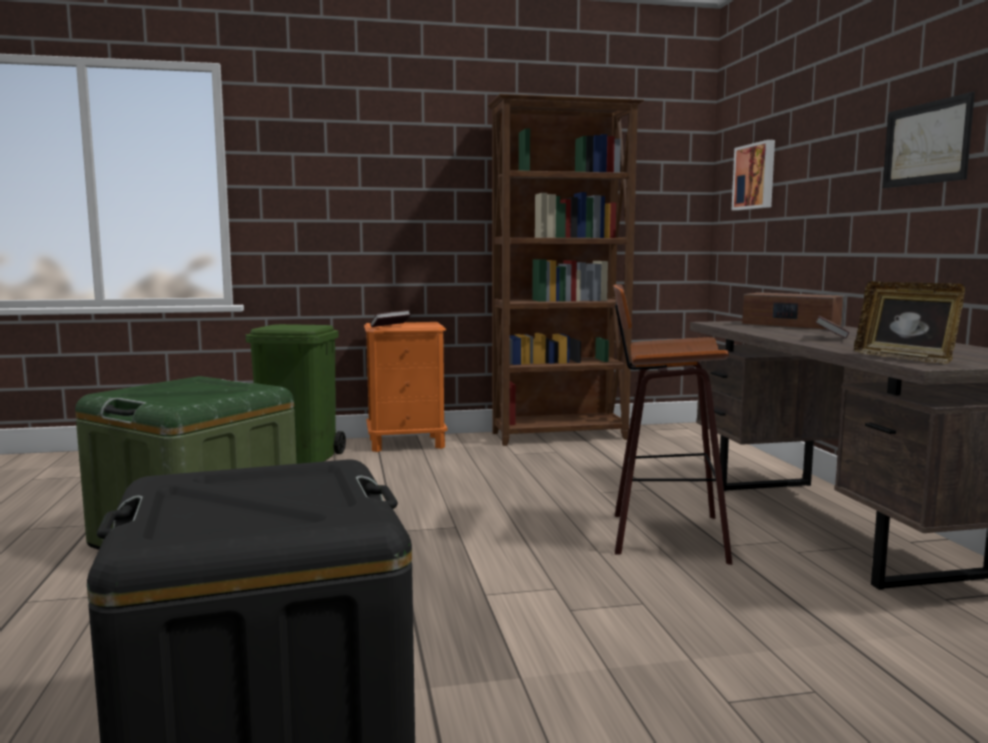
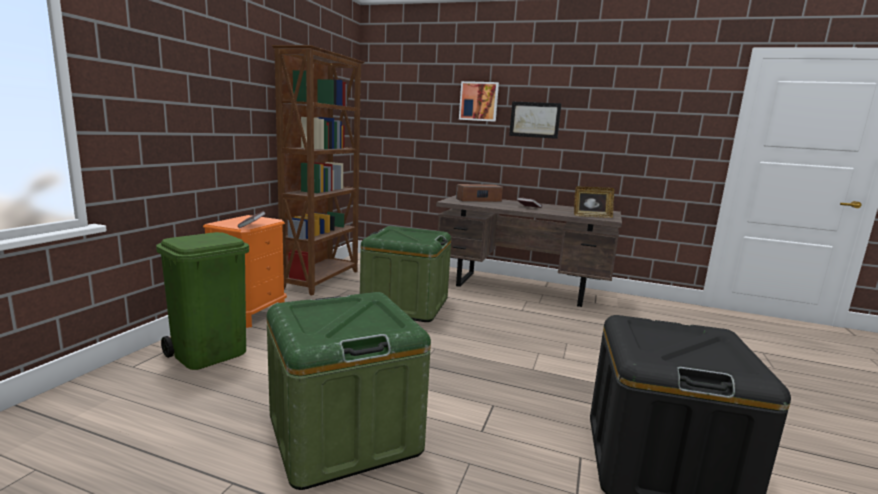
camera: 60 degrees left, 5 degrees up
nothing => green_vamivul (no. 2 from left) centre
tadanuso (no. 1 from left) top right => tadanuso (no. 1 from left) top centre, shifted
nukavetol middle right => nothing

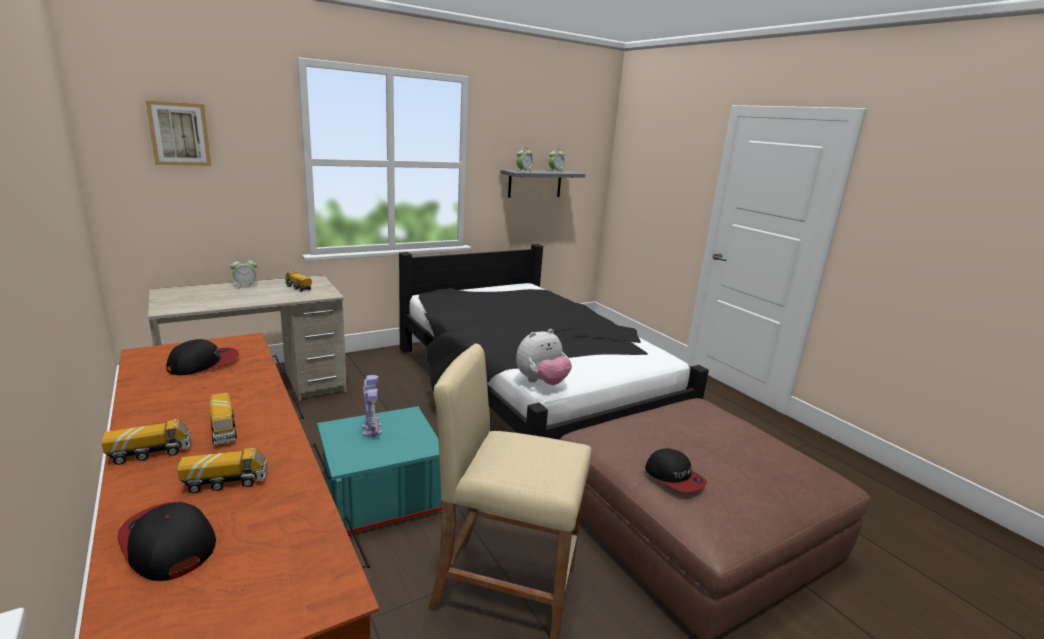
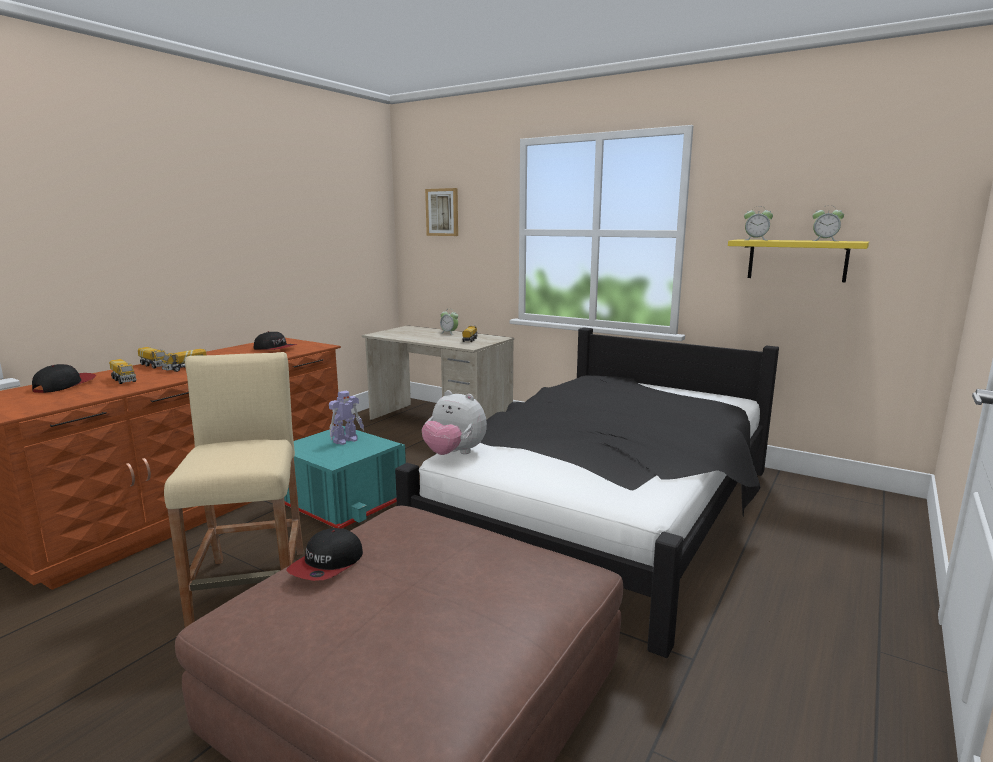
camera: 65 degrees right, 5 degrees down
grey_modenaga top centre => yellow_modenaga middle right

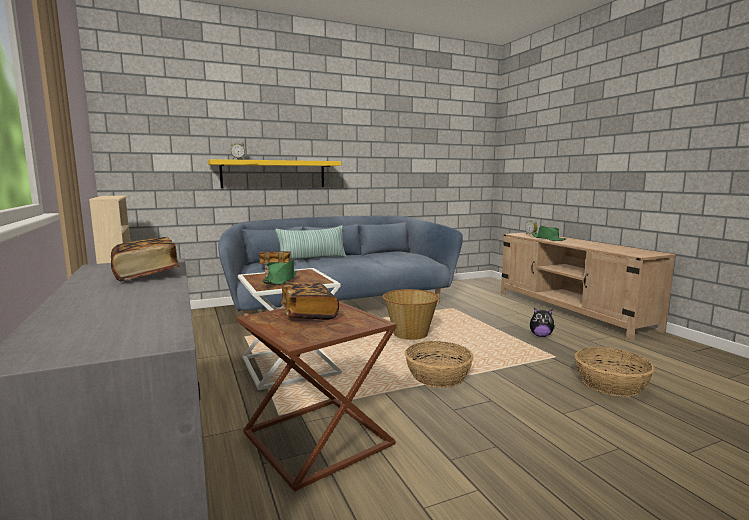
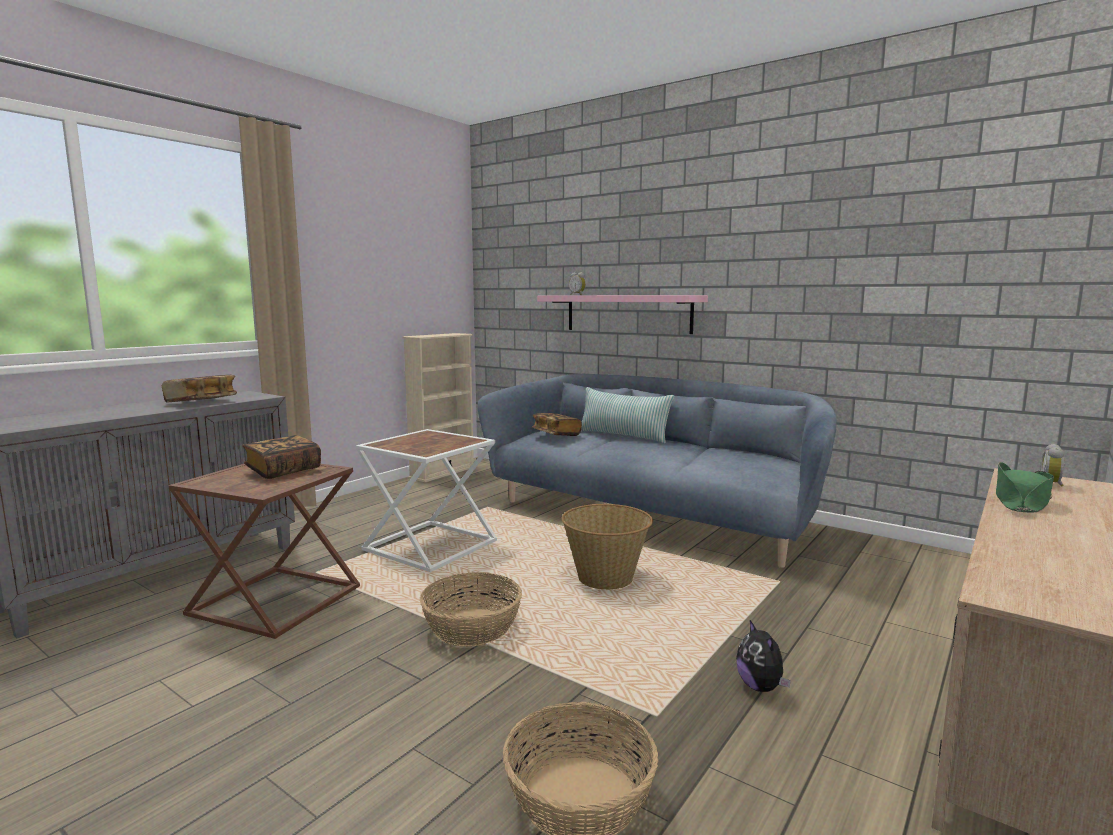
camera: 60 degrees right, 0 degrees up
yellow_modenaga top centre => pink_modenaga centre
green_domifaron (no. 1 from left) centre => nothing

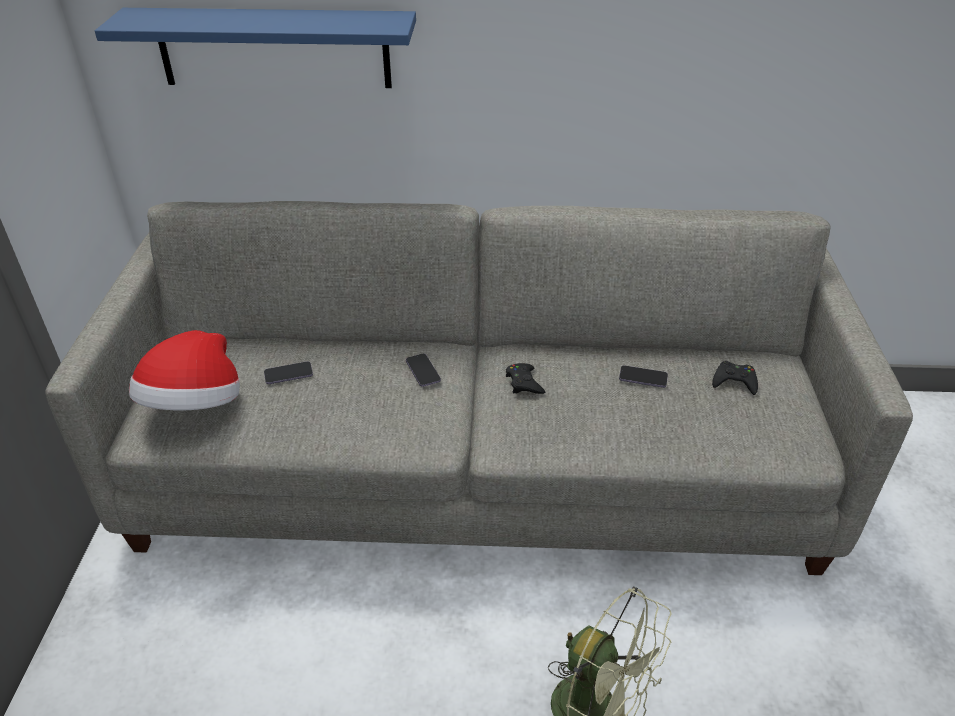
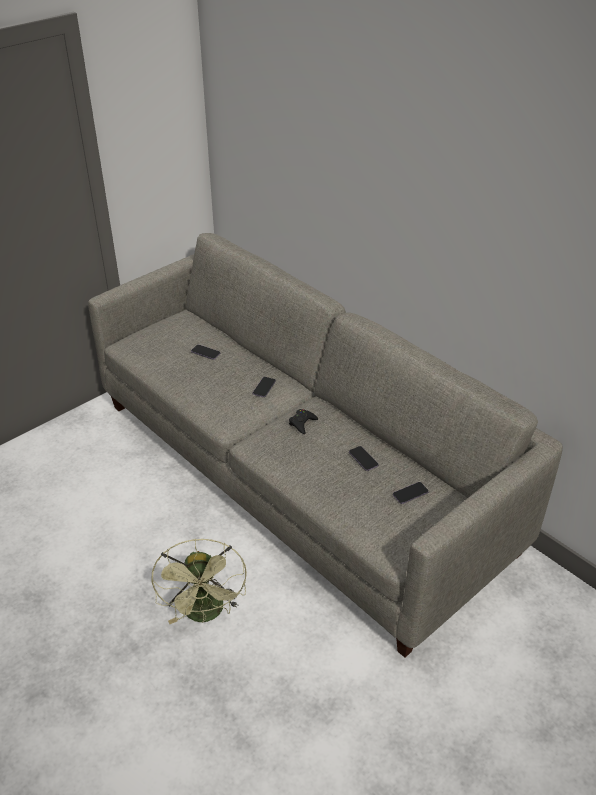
camera: 45 degrees right, 0 degrees up
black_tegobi (no. 2 from left) middle right => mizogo (no. 4 from left) middle right
blue_modenaga top left => nothing
domifaron middle left => nothing

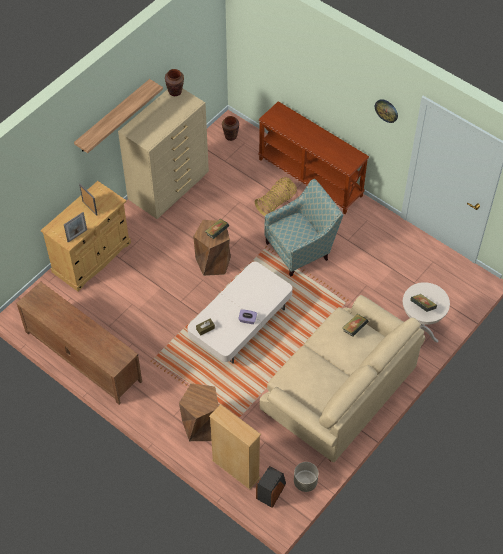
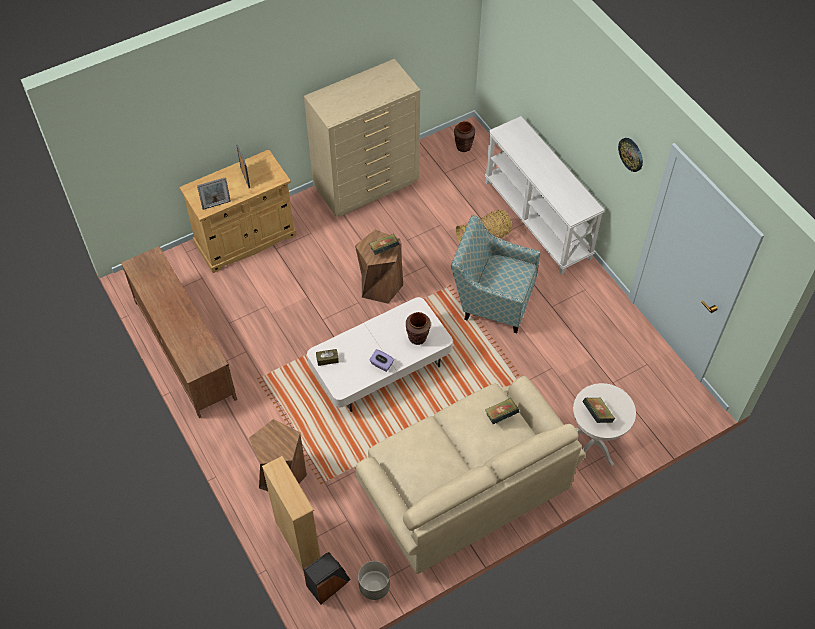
camera: 20 degrees right, 0 degrees up
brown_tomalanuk (no. 1 from left) top centre => brown_tomalanuk (no. 1 from left) centre, shifted
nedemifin centre, 150 degrees counterclockwise
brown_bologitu top centre => white_bologitu top right
modenaga top left => nothing

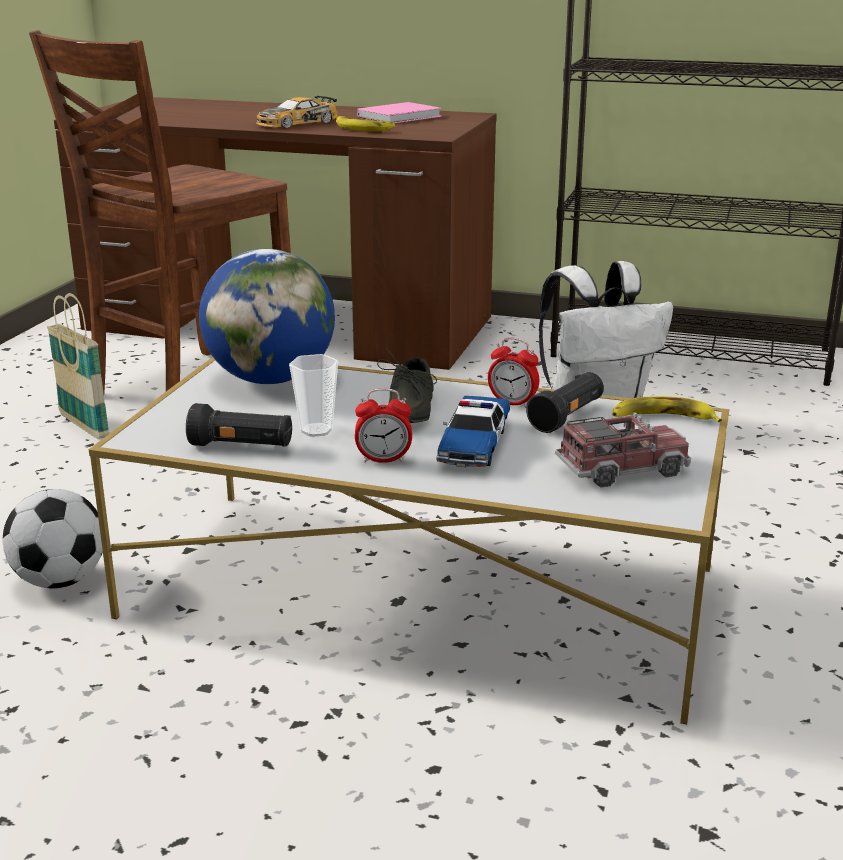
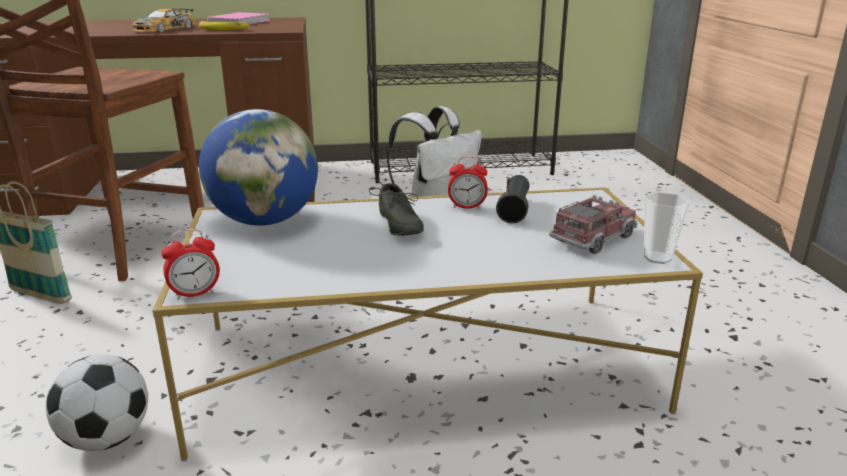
camera: 25 degrees left, 0 degrees up
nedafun (no. 1 from left) centre => nedafun (no. 1 from left) middle left, shifted
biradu centre => biradu middle right, shifted
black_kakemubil (no. 1 from left) middle left => nothing
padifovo (no. 2 from left) centre => nothing
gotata (no. 2 from left) middle right => nothing

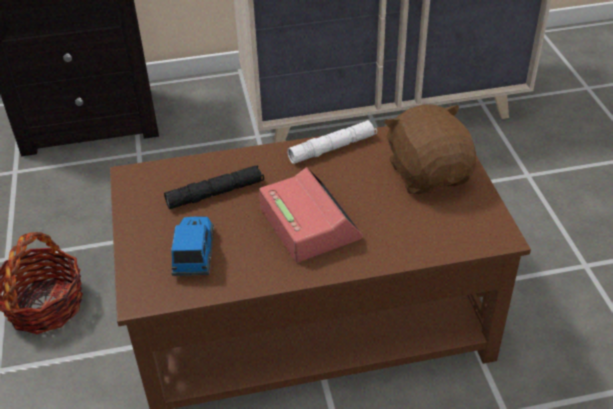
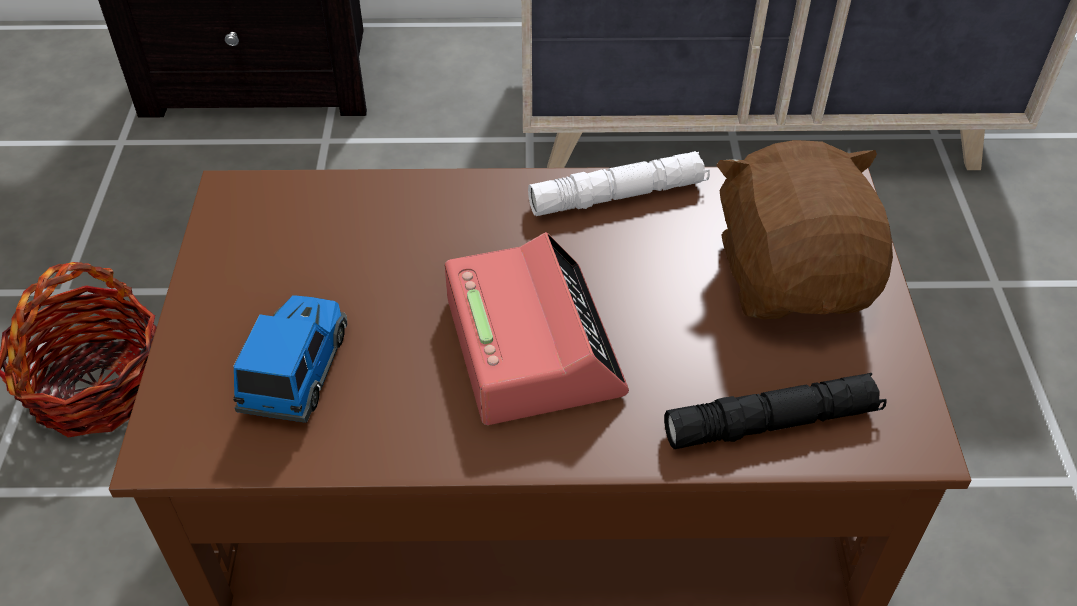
camera: 10 degrees right, 5 degrees up
black_kakemubil centre => black_kakemubil bottom right, shifted

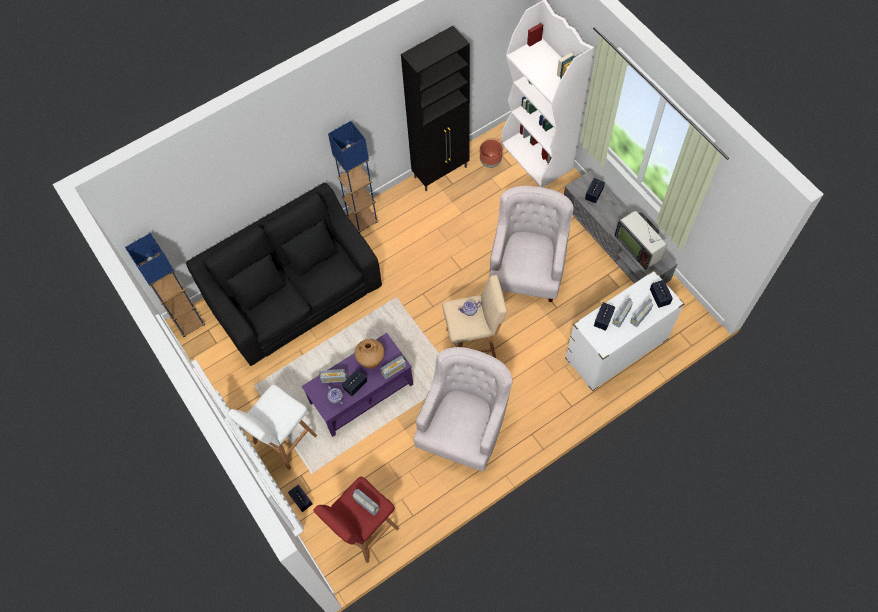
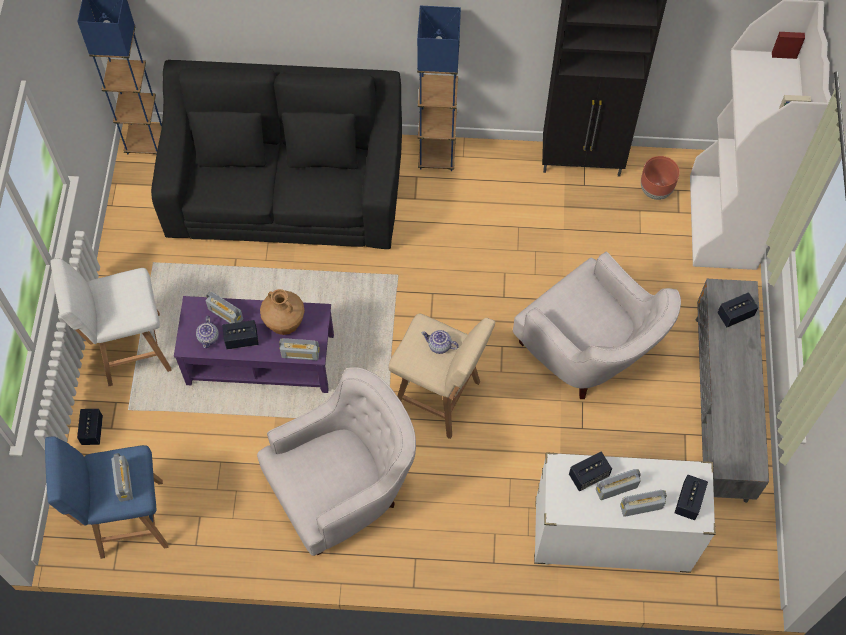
camera: 35 degrees right, 0 degrees up
red_nukavetol bottom centre => blue_nukavetol bottom left
white_nedemifin (no. 2 from left) centre => white_nedemifin (no. 2 from left) middle right, 90 degrees clockwise
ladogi middle right => nothing

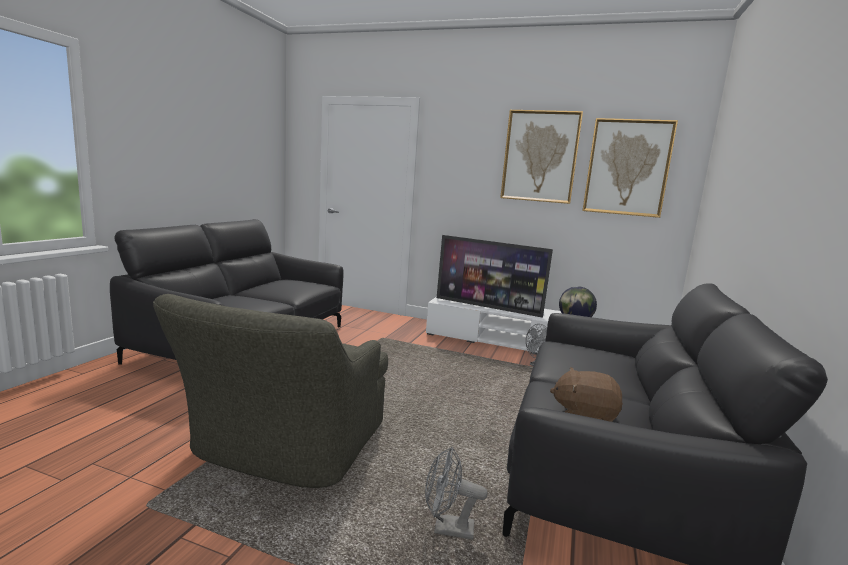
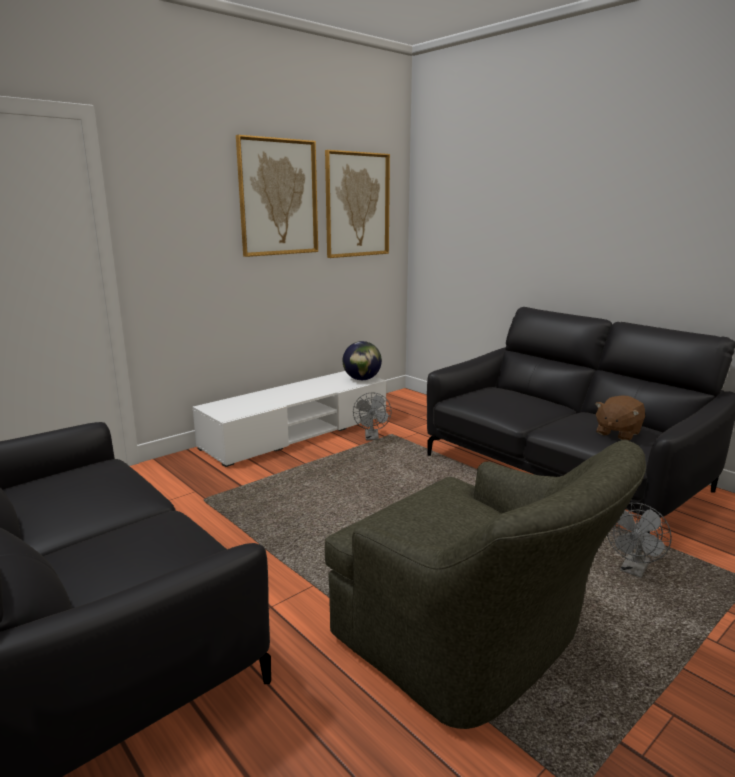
camera: 60 degrees left, 5 degrees up
ladogi centre => nothing

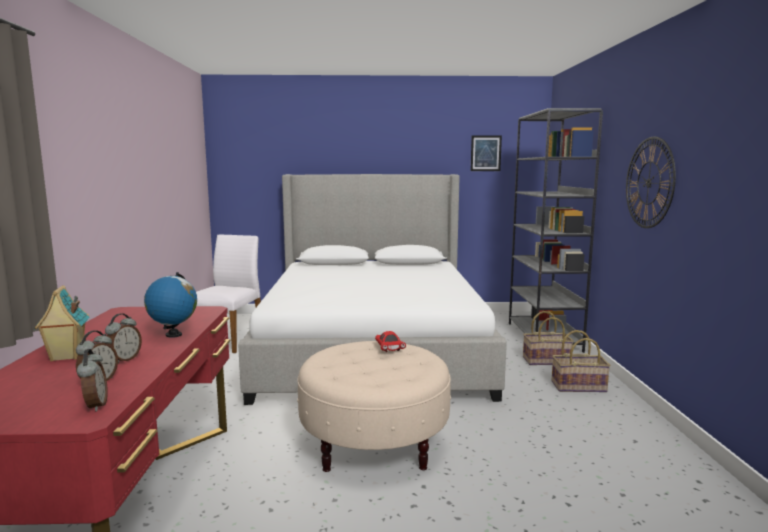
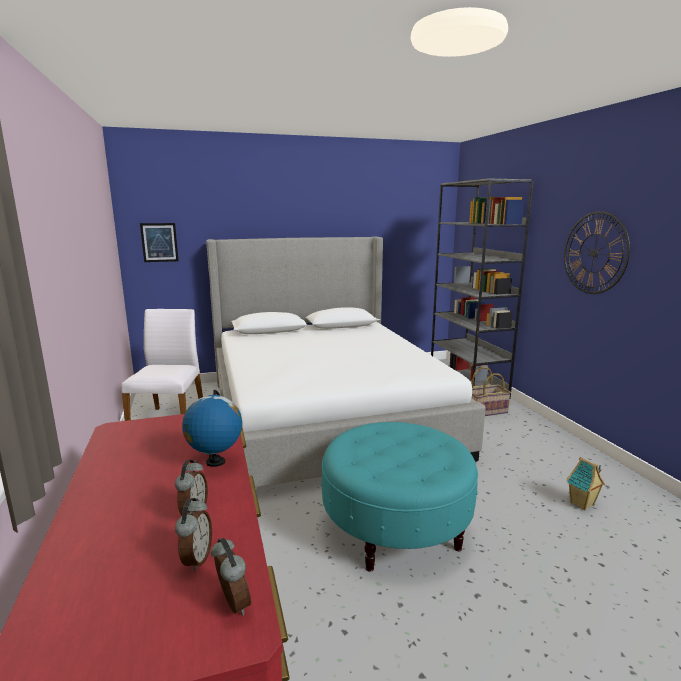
camera: 15 degrees left, 5 degrees up
tadanuso top centre => tadanuso middle left, shifted
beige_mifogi bottom centre => turquoise_mifogi bottom centre
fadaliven middle left => fadaliven bottom right, shifted
red_padifovo centre => nothing
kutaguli (no. 2 from left) bottom right => nothing

